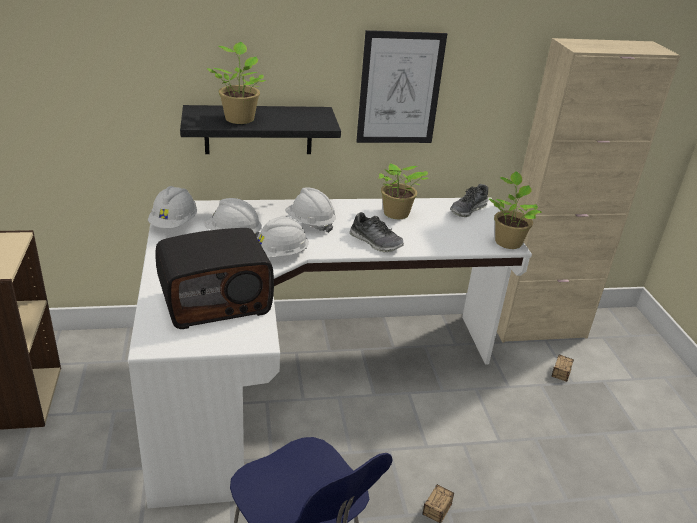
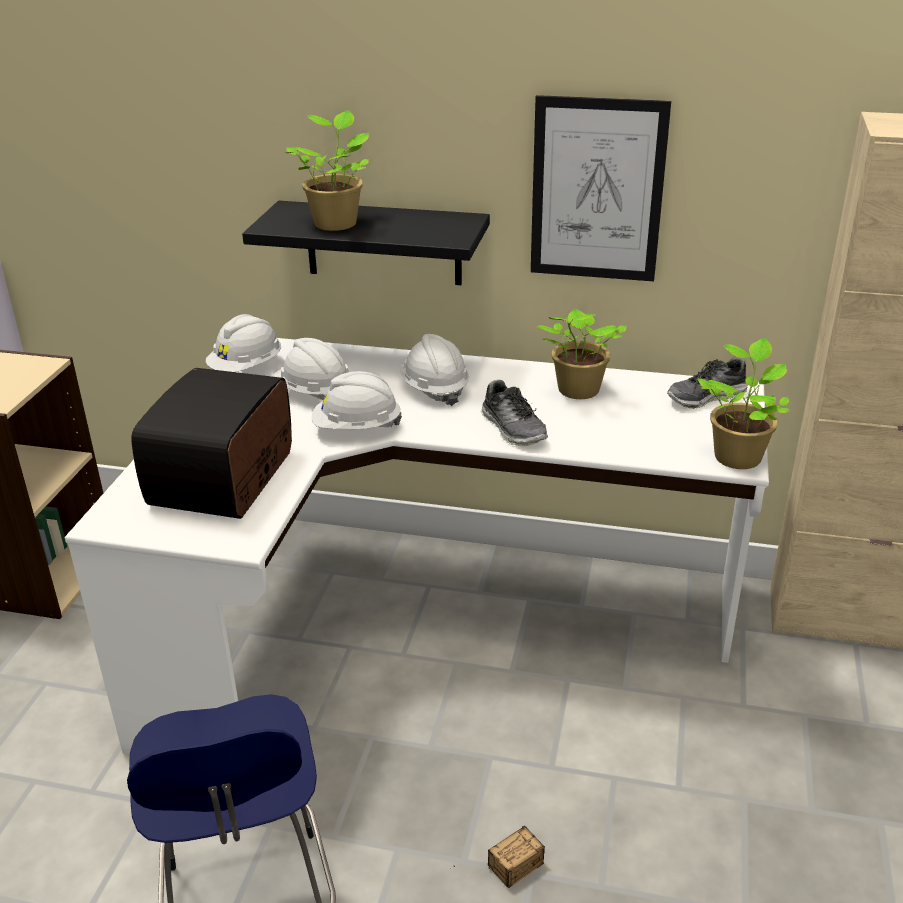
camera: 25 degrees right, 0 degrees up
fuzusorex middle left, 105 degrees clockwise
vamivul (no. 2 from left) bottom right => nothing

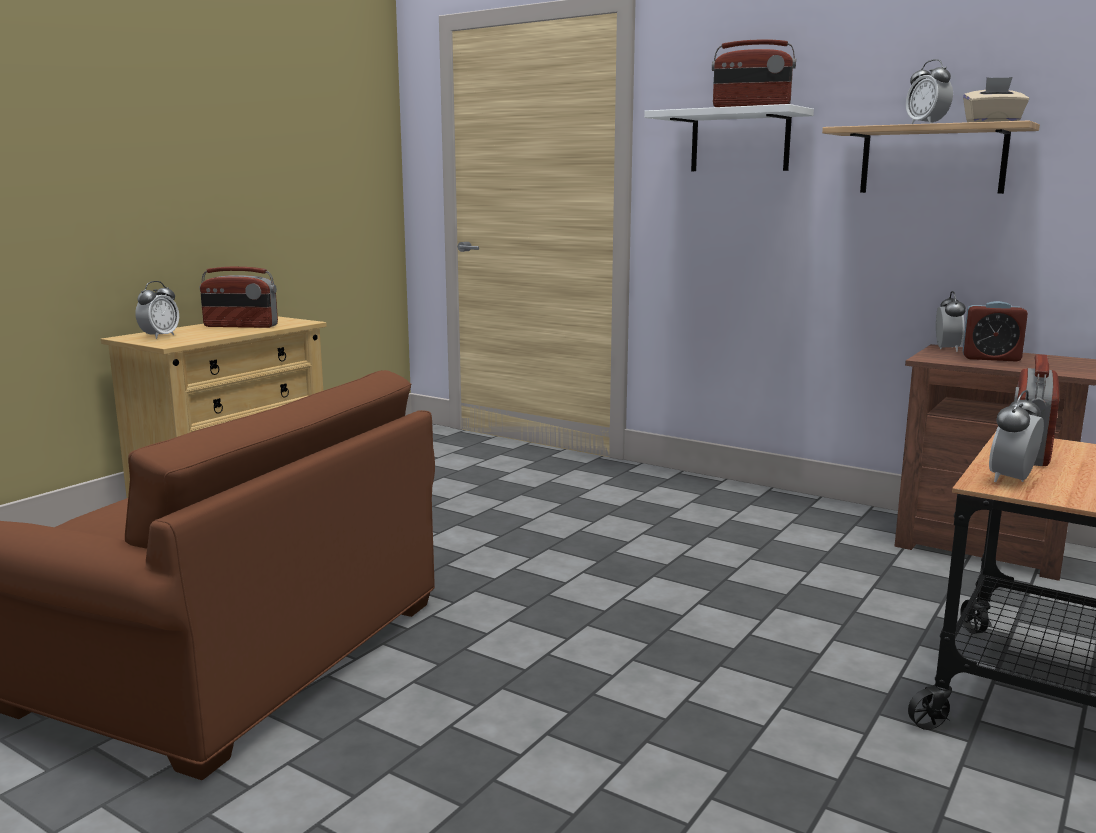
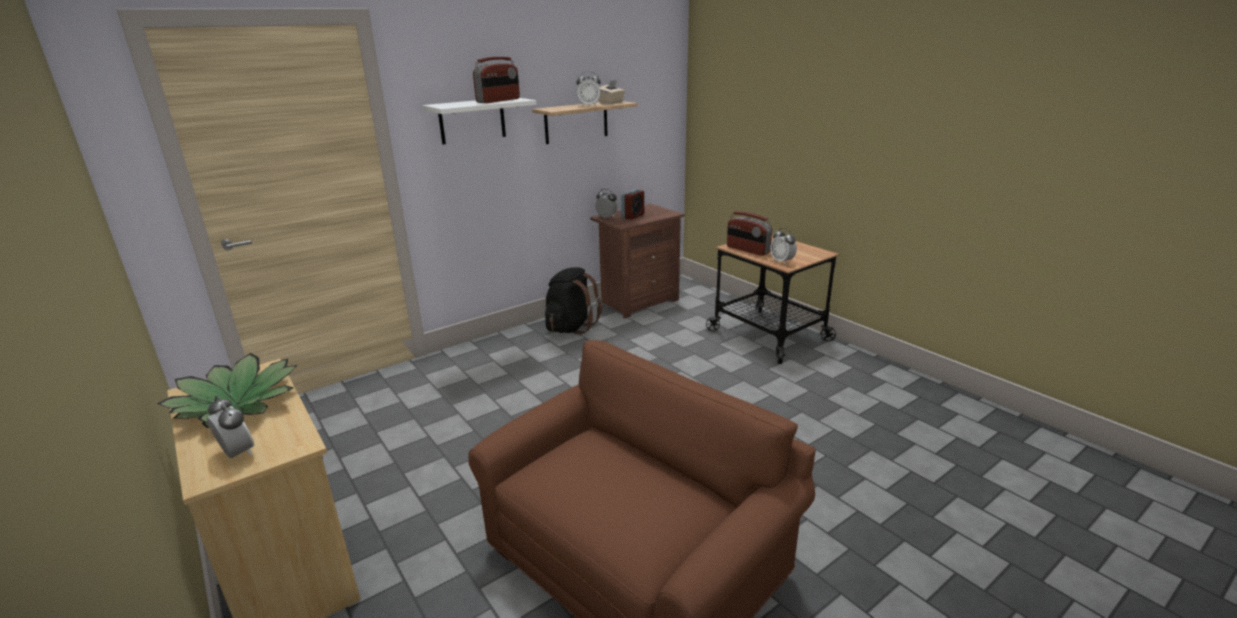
camera: 70 degrees left, 10 degrees up
fuzusorex (no. 1 from left) middle left => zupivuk middle left
nothing => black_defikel centre

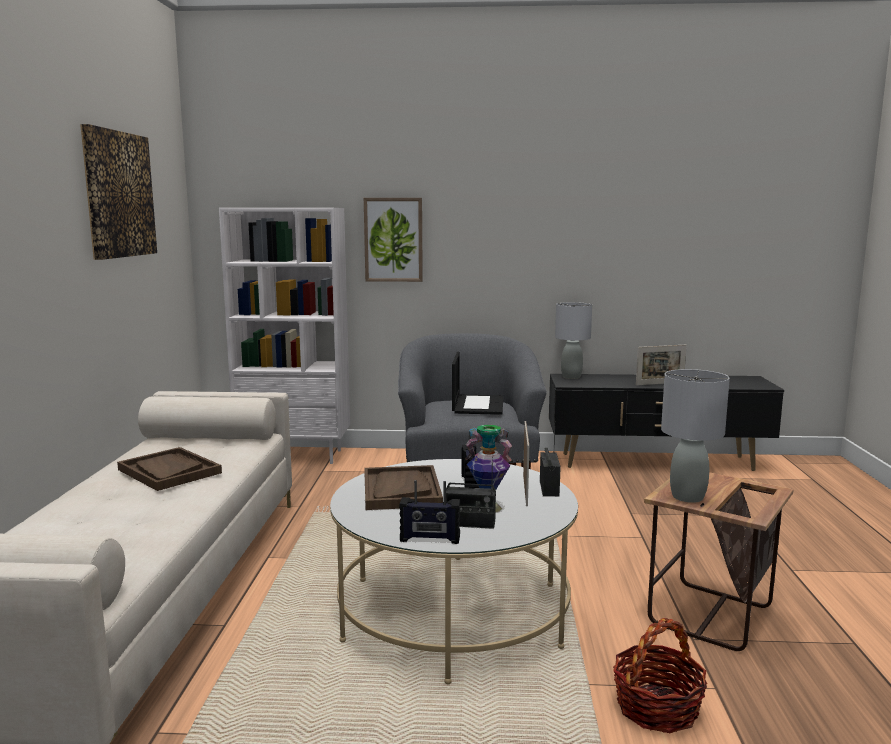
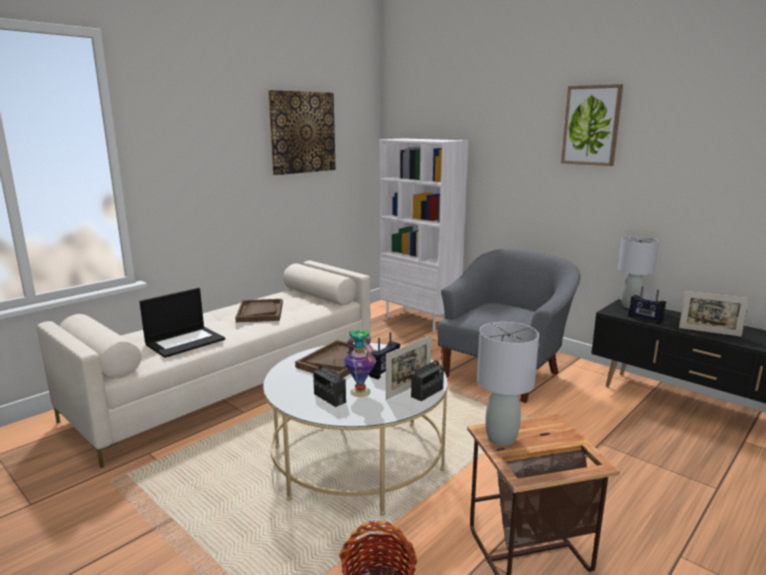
camera: 40 degrees right, 5 degrees up
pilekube centre => pilekube middle left, shifted
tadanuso (no. 2 from left) top centre => tadanuso (no. 2 from left) top right, shifted
fuzusorex (no. 1 from left in the first image) bottom centre => fuzusorex (no. 4 from left) middle right, shifted

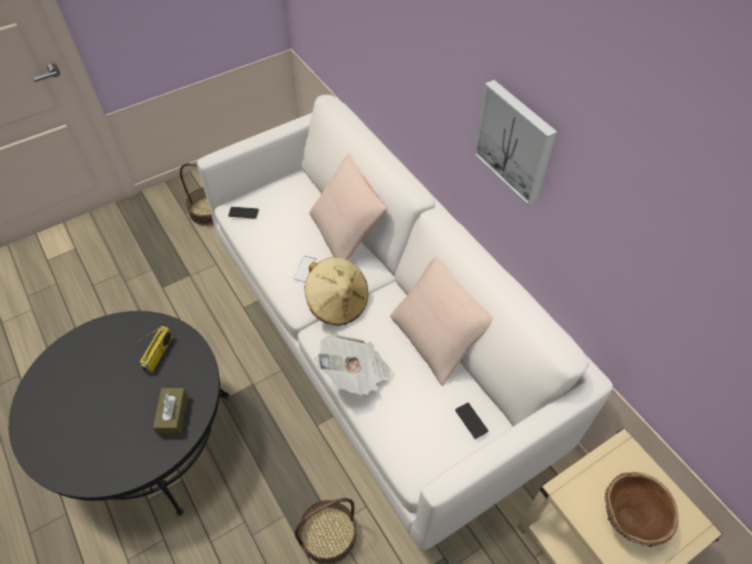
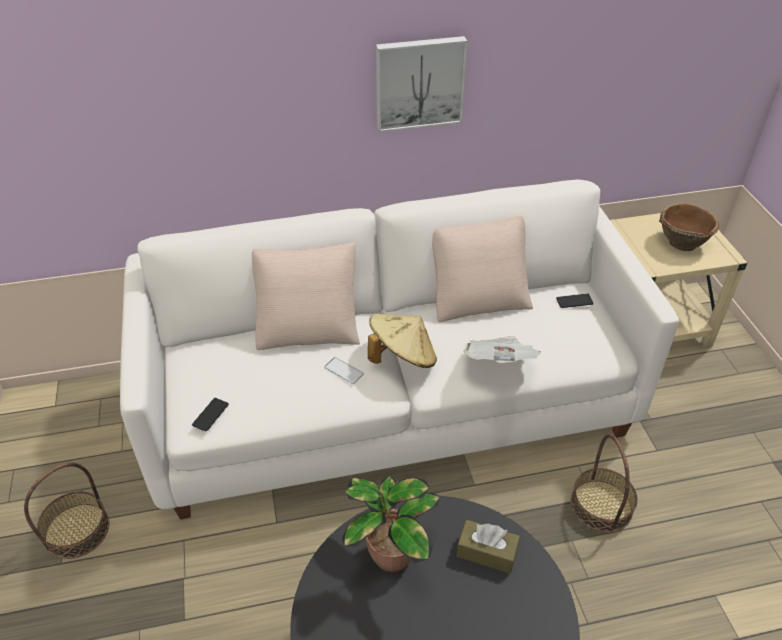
camera: 70 degrees left, 10 degrees down
fuzusorex middle left => zupivuk bottom centre

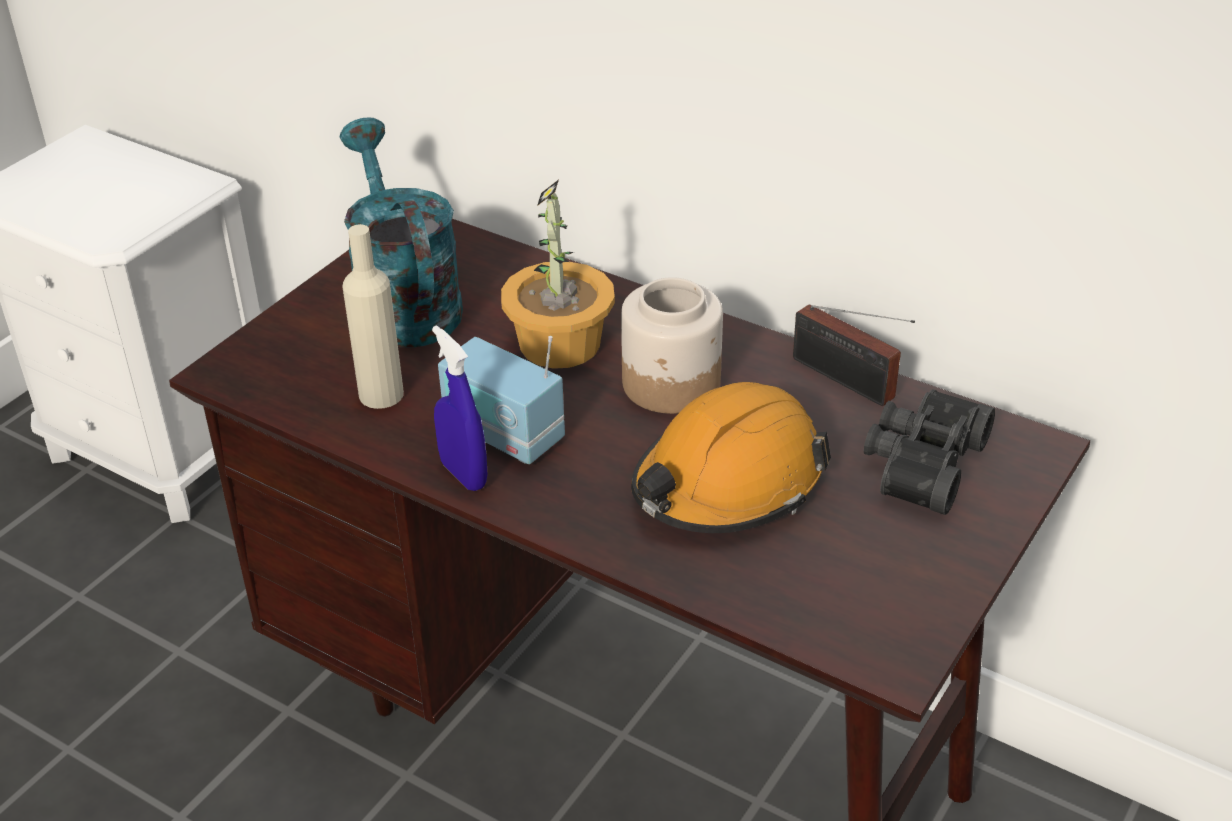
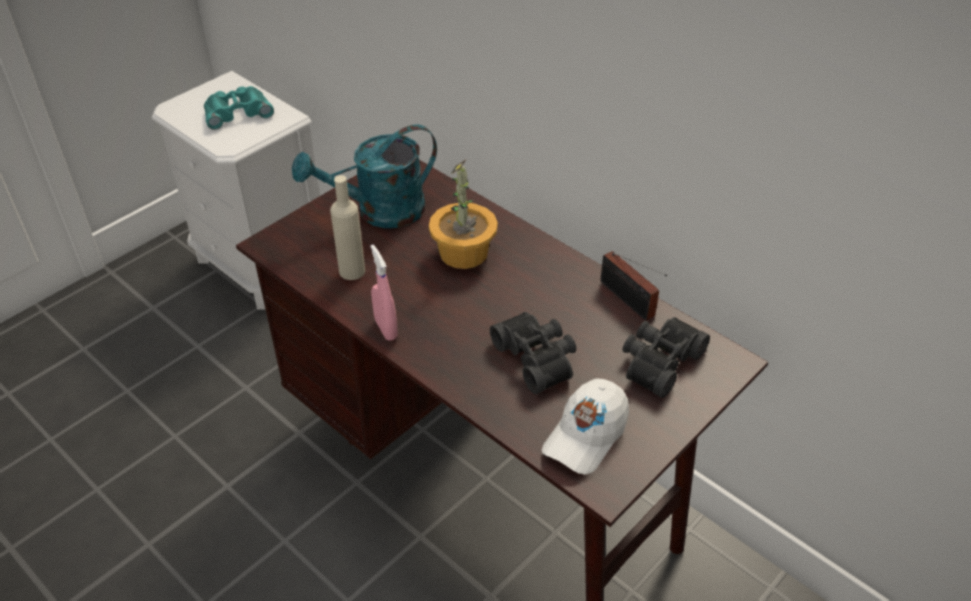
camera: 10 degrees right, 5 degrees up
nothing => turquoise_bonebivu top left
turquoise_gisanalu top left => turquoise_gisanalu top centre, 105 degrees counterclockwise
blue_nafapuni centre => pink_nafapuni centre
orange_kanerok centre => black_bonebivu (no. 1 from left) centre
nothing => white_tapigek bottom centre
fuzusorex (no. 1 from left) centre => nothing
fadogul centre => nothing

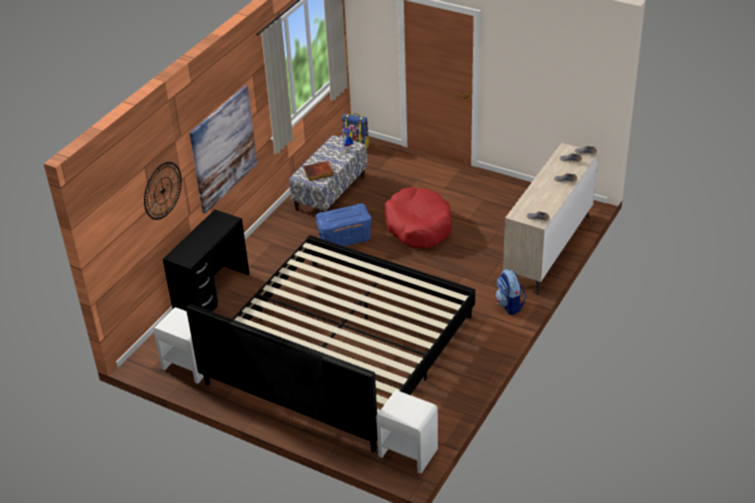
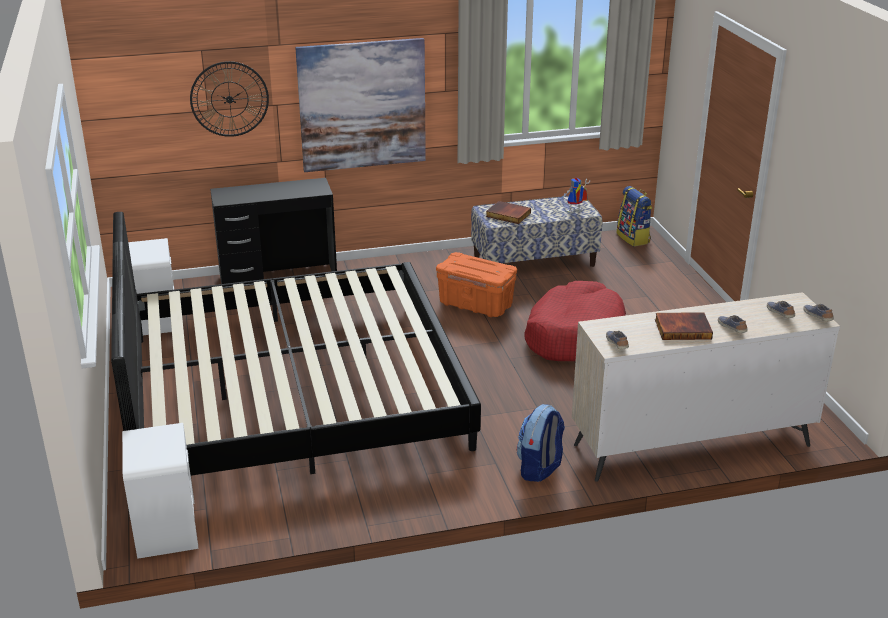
camera: 45 degrees right, 10 degrees down
blue_vamivul centre => orange_vamivul centre
nothing => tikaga (no. 2 from left) middle right

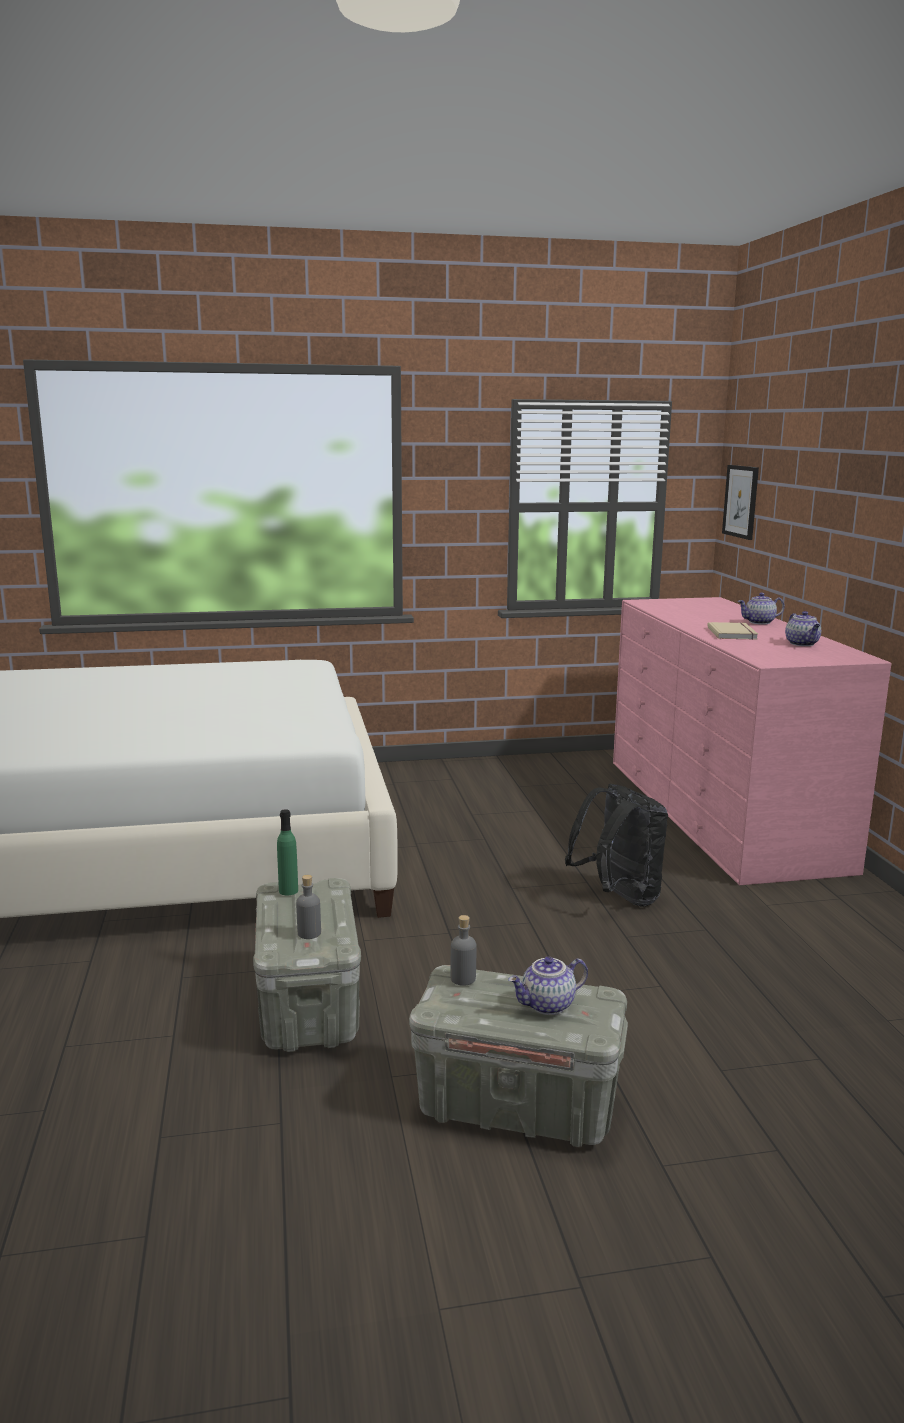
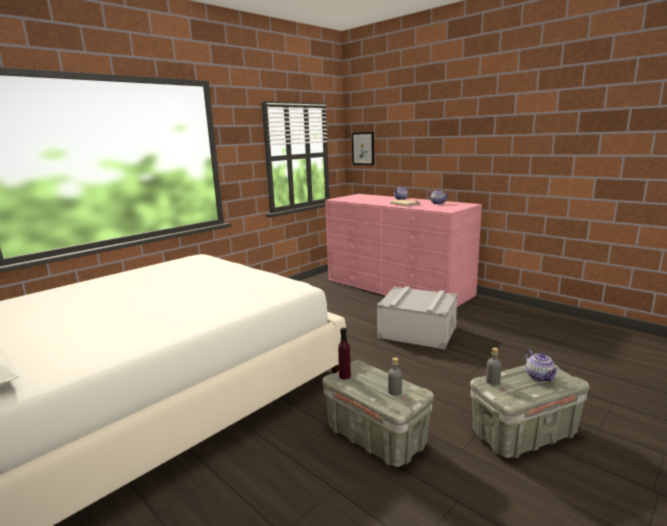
camera: 35 degrees left, 0 degrees up
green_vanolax middle left => purple_vanolax bottom centre
black_defikel middle right => grey_vamivul (no. 2 from left) centre
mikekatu (no. 1 from left in the first image) bottom centre => mikekatu (no. 3 from left) bottom right, 45 degrees counterclockwise

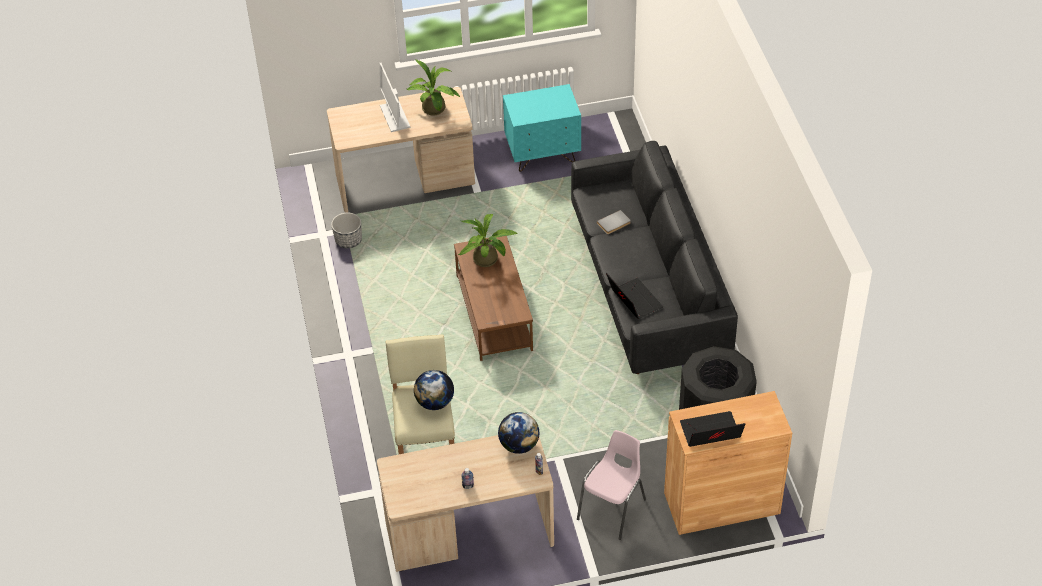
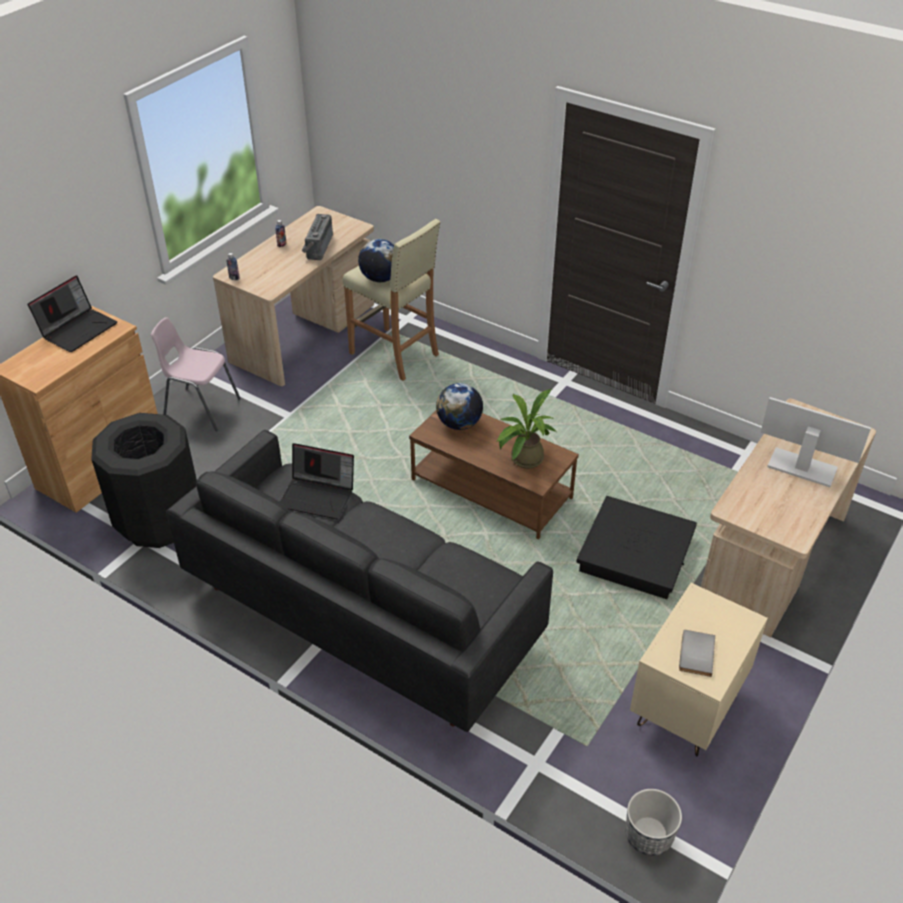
camera: 135 degrees right, 5 degrees down
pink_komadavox bottom centre => pink_komadavox middle left, 120 degrees clockwise
nothing => fuzusorex top centre
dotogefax (no. 2 from left) bottom centre => dotogefax (no. 2 from left) centre, shifted
nothing => black_vamivul middle right
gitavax middle left => gitavax bottom right, shifted
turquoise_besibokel top centre => beige_besibokel bottom right
grey_tikaga centre => grey_tikaga bottom right, shifted
zupivuk (no. 1 from left) top centre => nothing

